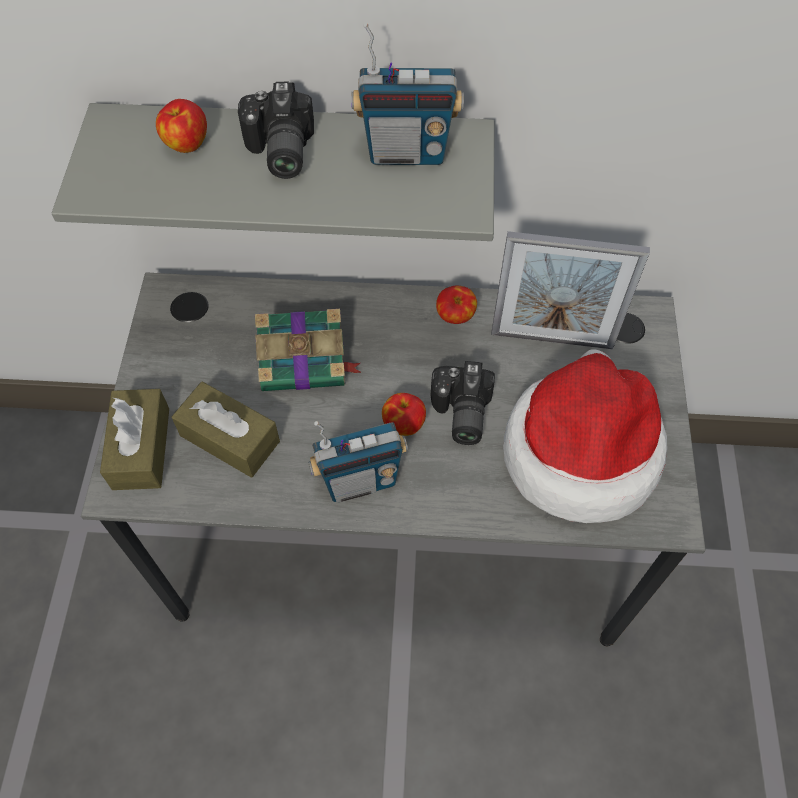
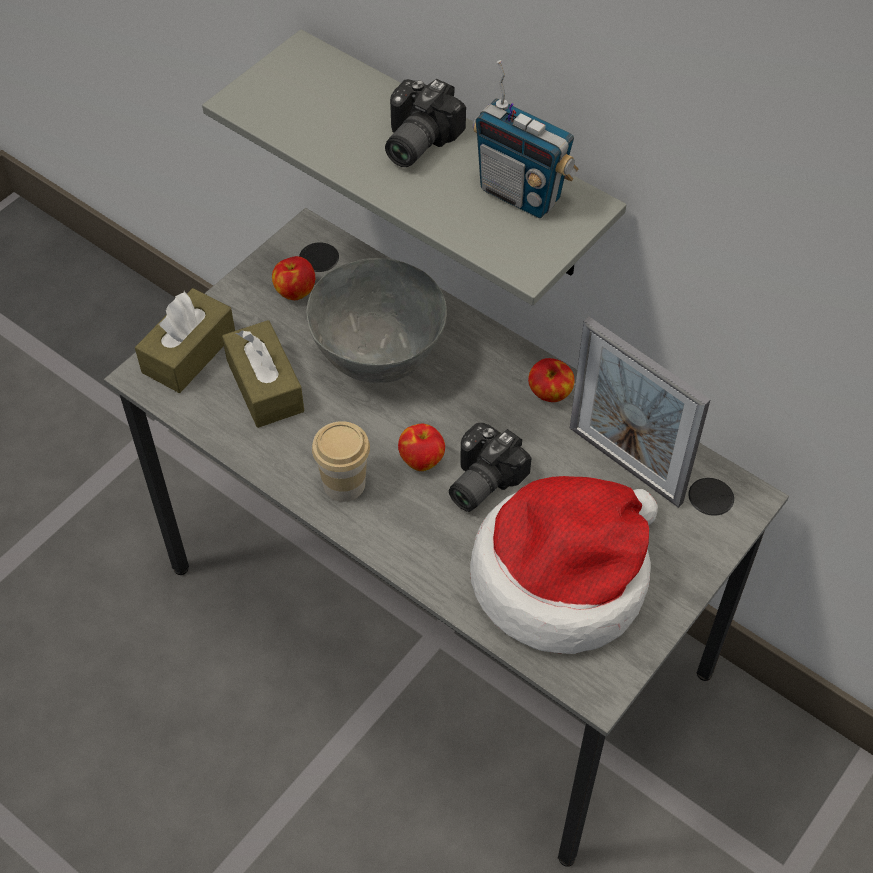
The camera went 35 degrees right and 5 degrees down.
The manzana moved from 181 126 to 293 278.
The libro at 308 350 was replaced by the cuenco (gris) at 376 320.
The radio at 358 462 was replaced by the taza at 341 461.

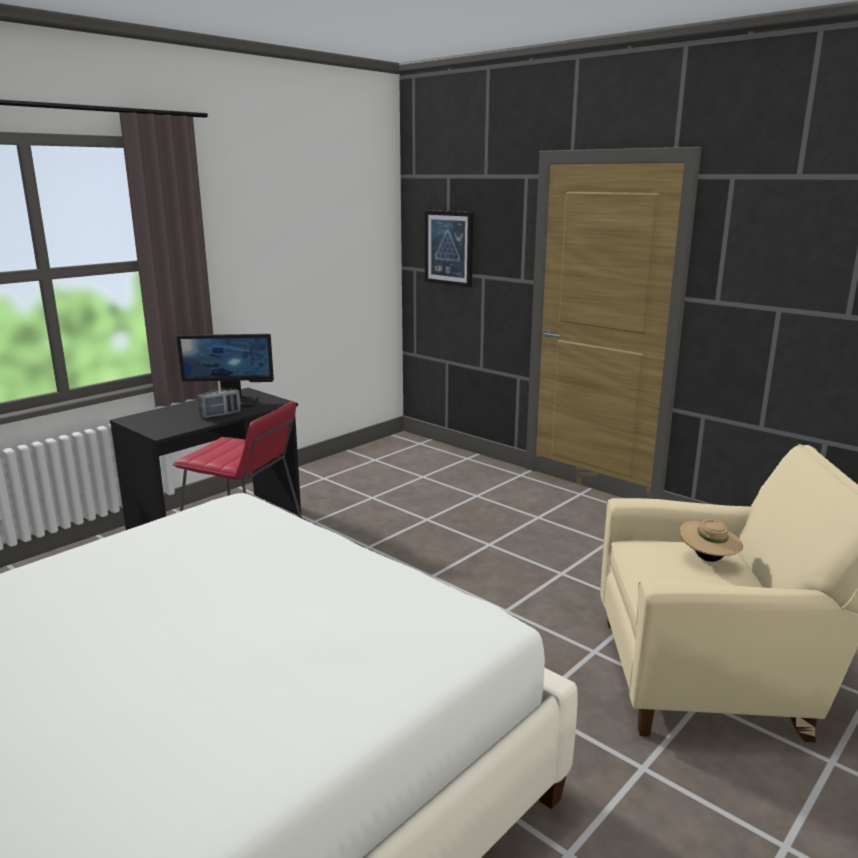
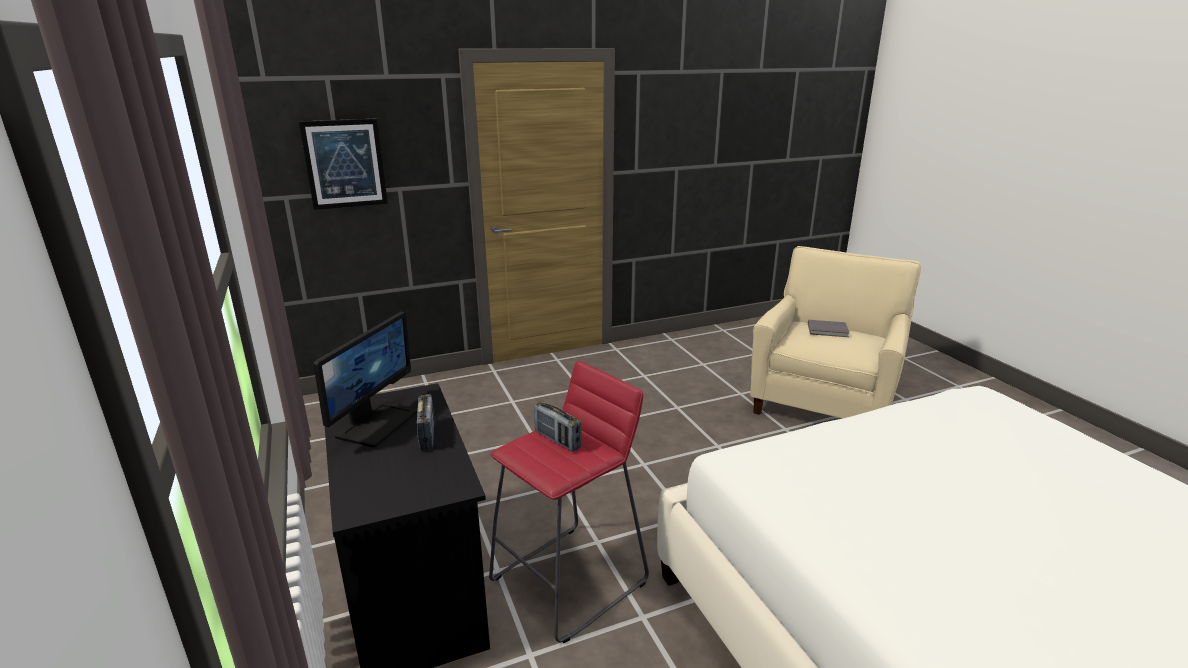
The camera went 65 degrees left and 5 degrees up.
The radio at 558 426 appeared.
The sombrero (beis) at 711 540 was replaced by the libro (gris) at 828 328.

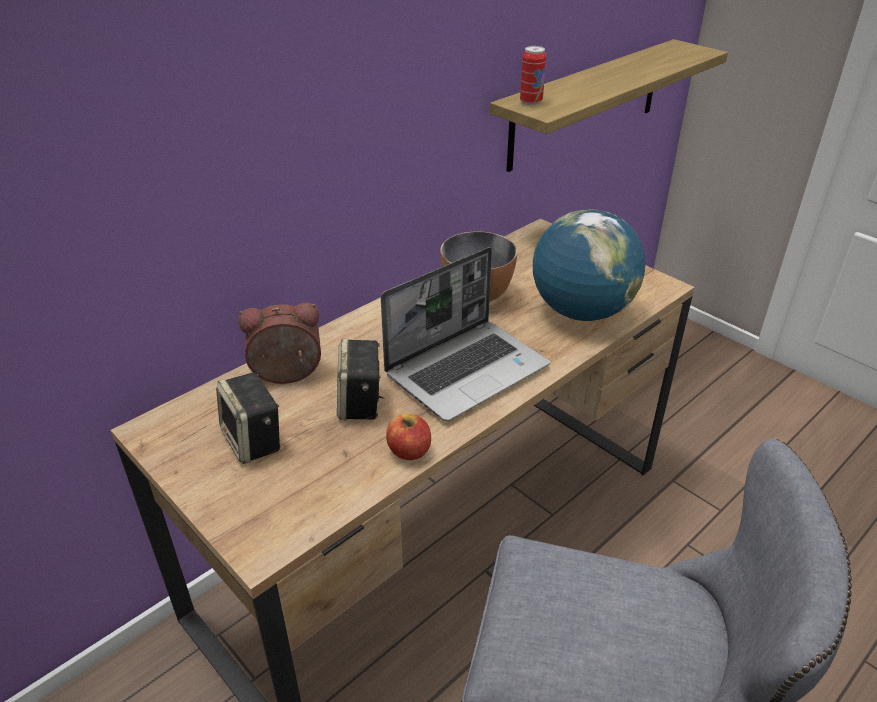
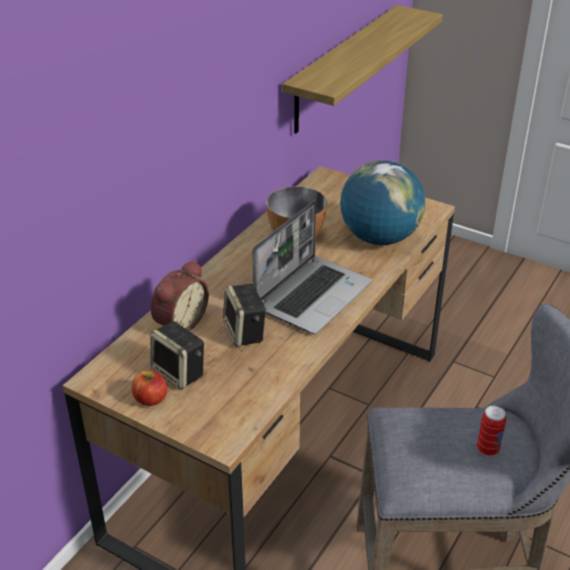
The camera went 15 degrees left and 0 degrees up.
The manzana moved from 408 437 to 149 388.
The despertador at 279 343 turned 150 degrees clockwise.
The lata moved from 533 75 to 491 431.

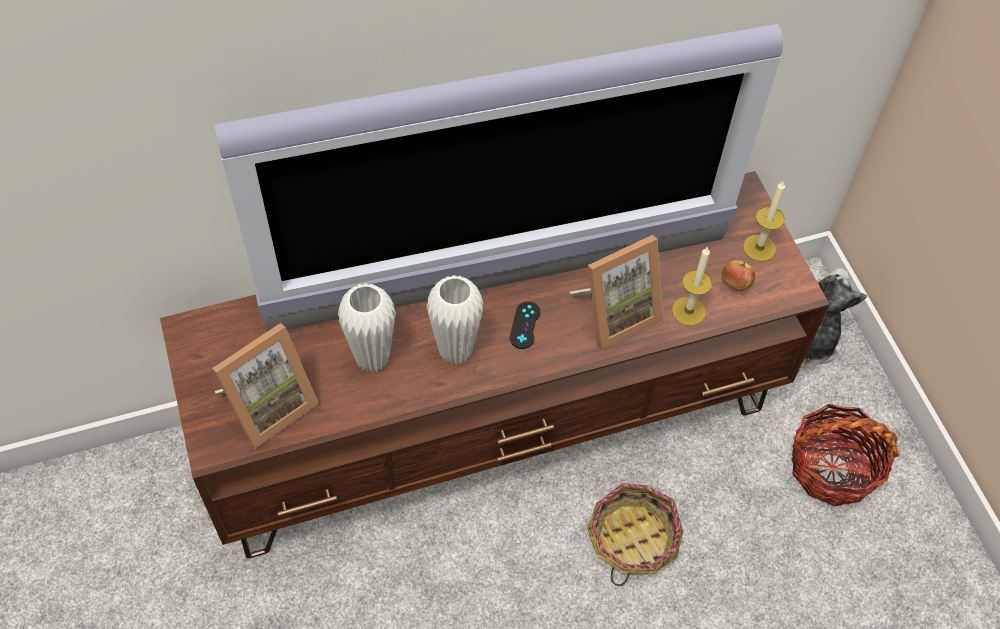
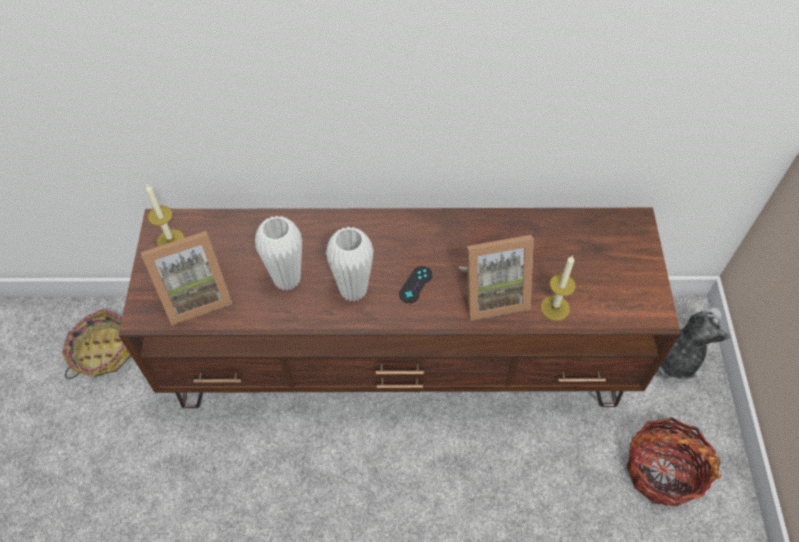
The camera went 20 degrees right and 0 degrees up.
The cesta moved from 635 534 to 96 343.
The vela moved from 764 221 to 165 216.
The televisor at 498 178 disappeared.
The manzana at 738 275 disappeared.

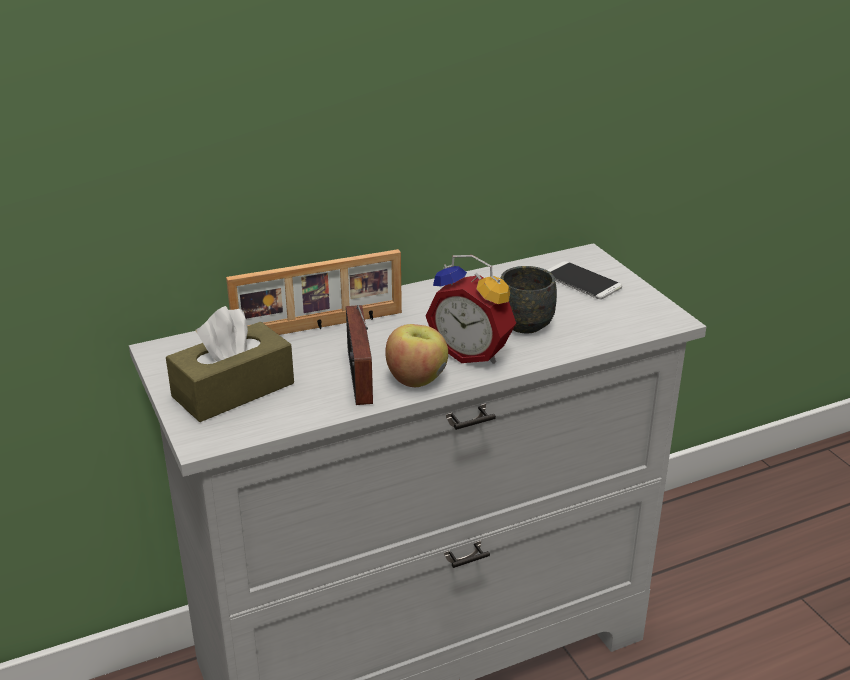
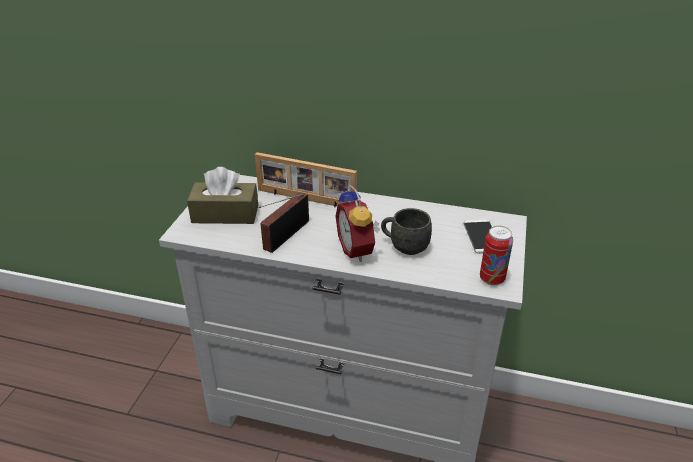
The camera went 40 degrees right and 5 degrees up.
The lata at 496 255 appeared.
The manzana at 416 355 disappeared.

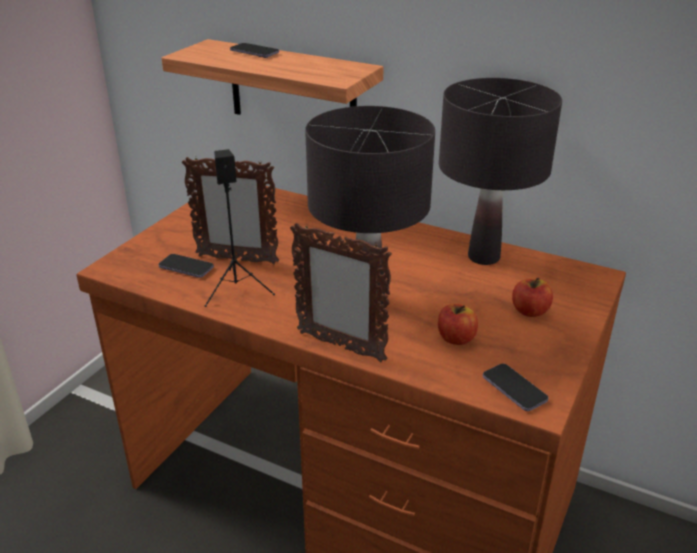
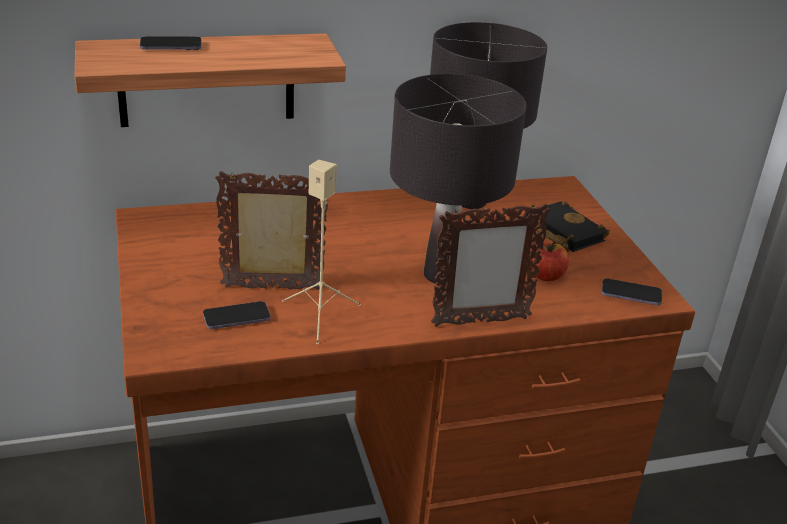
The camera went 45 degrees left and 0 degrees up.
The portarretratos at 230 210 turned 150 degrees counterclockwise.
The altavoz (negro) at 240 228 became the altavoz (beis) at 321 252.
The manzana at 532 297 was replaced by the libro (negro) at 569 226.

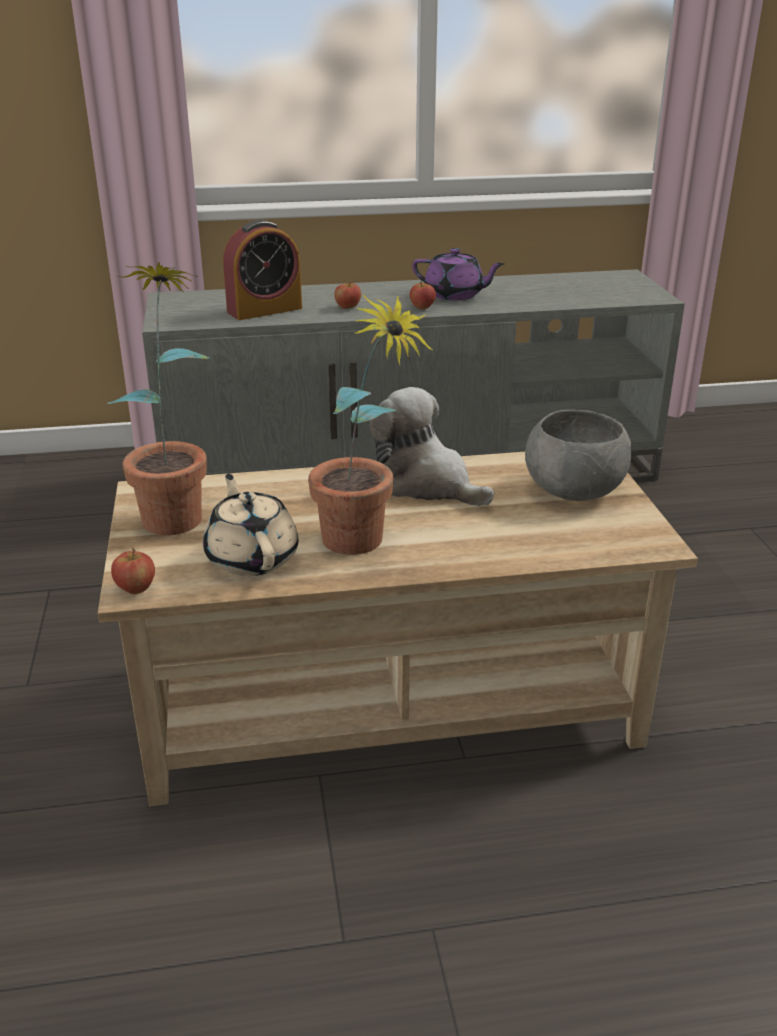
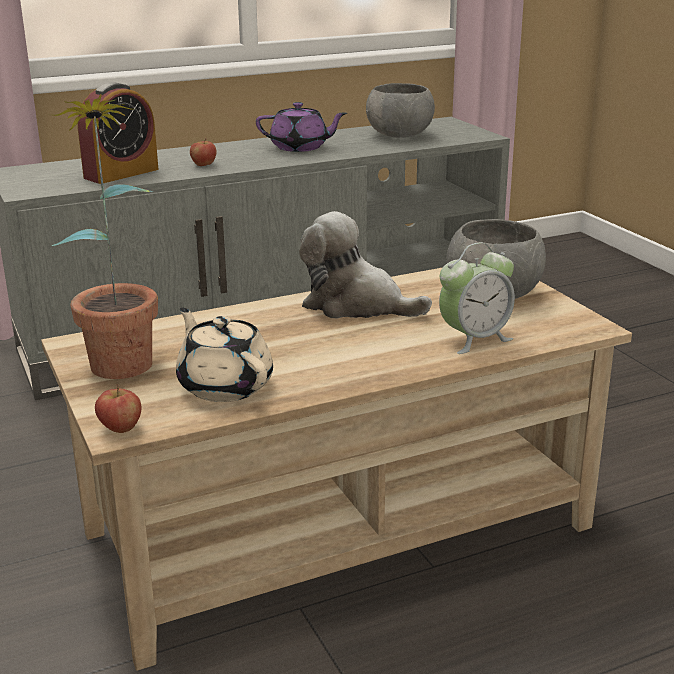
The camera went 15 degrees left and 5 degrees down.
The cuenco (gris) at 400 110 appeared.
The despertador at 477 298 appeared.
The planta en maceta at 370 424 disappeared.
The manzana at 423 295 disappeared.

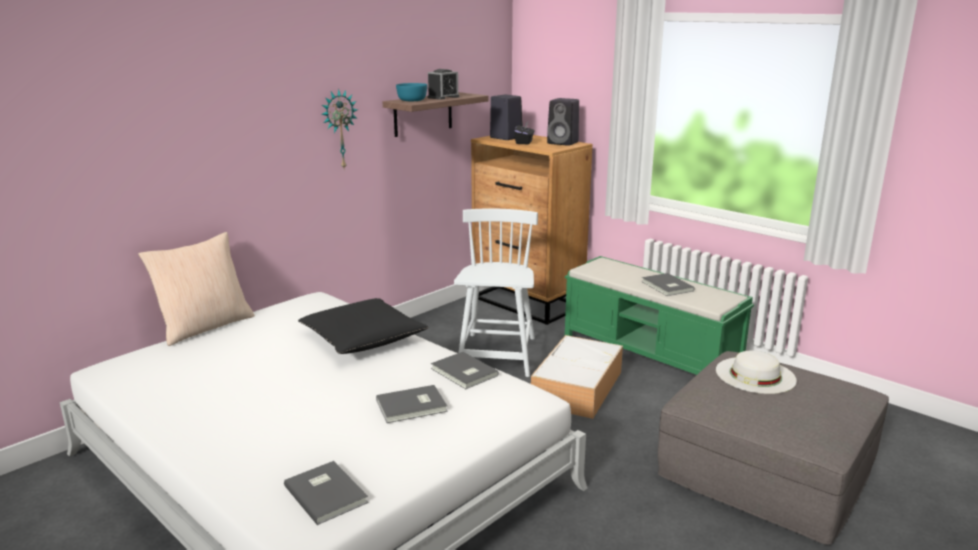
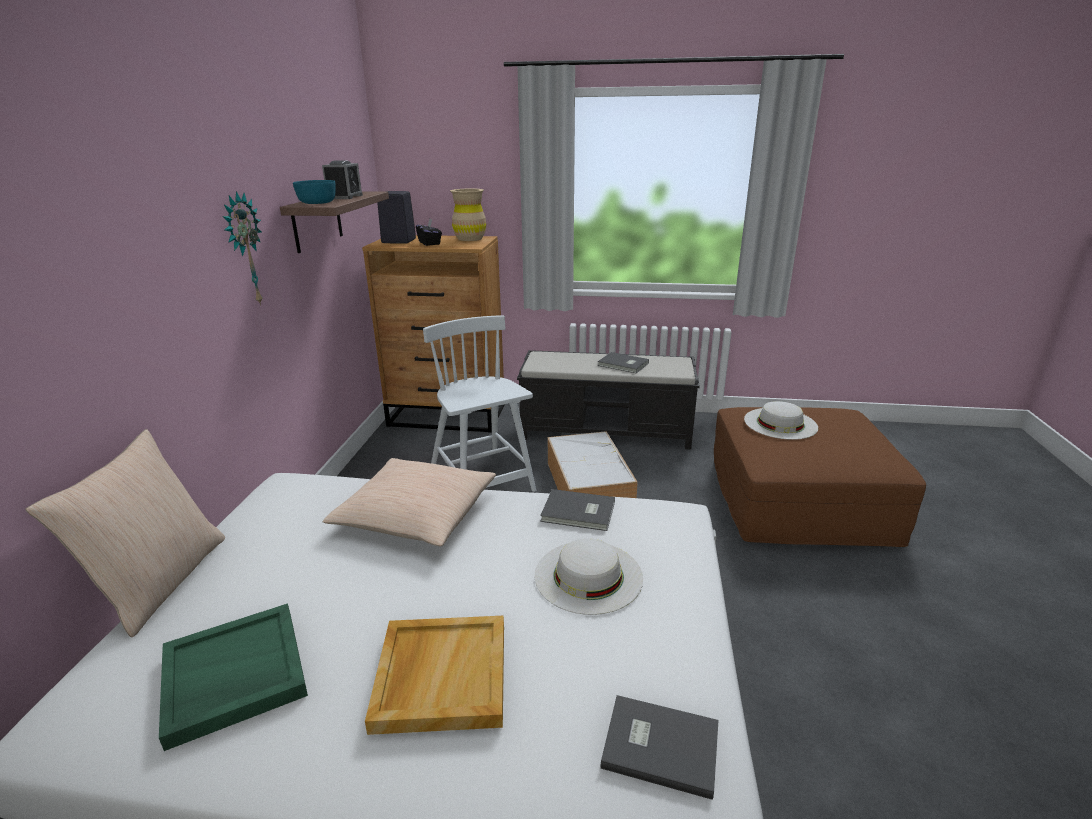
The camera went 35 degrees left and 5 degrees up.
The bandeja (verde) at 233 677 appeared.
The cojín (negro) at 363 326 became the cojín (beis) at 409 502.
The bandeja (beis) at 434 675 appeared.
The altavoz (negro) at 563 122 was replaced by the florero (beis) at 468 215.
The banco (verde) at 659 315 became the banco (negro) at 608 400.
The libro (gris) at 412 404 was replaced by the sombrero (blanco) at 588 576.
The puf (gris) at 773 448 became the puf (marrón) at 820 477.

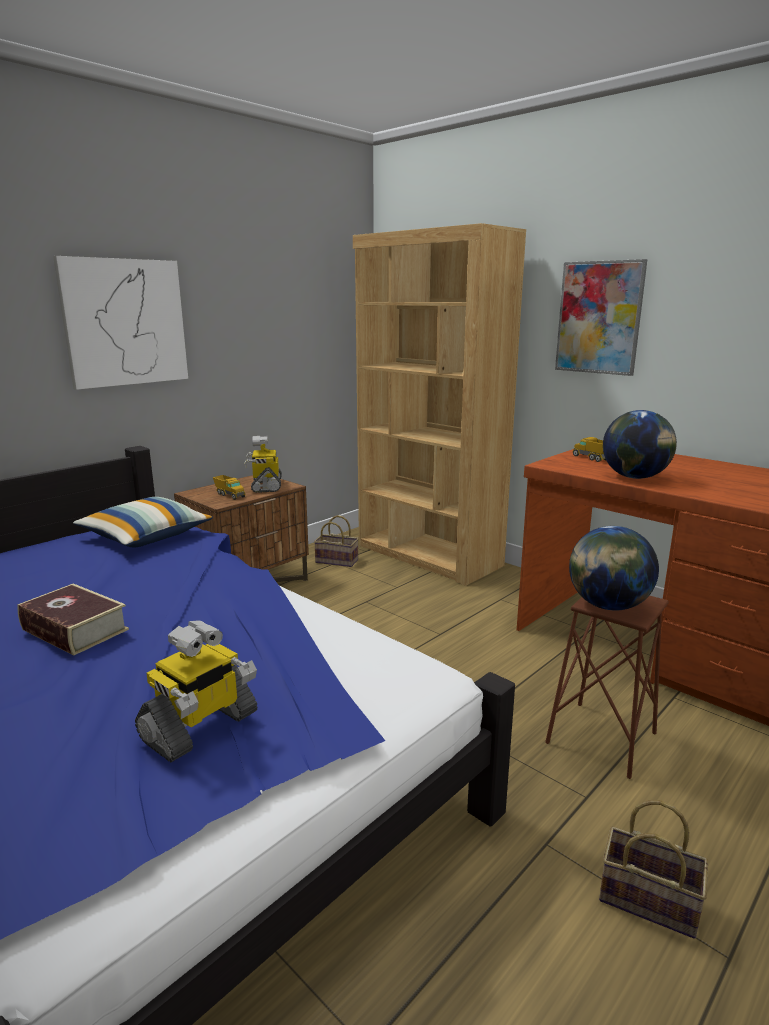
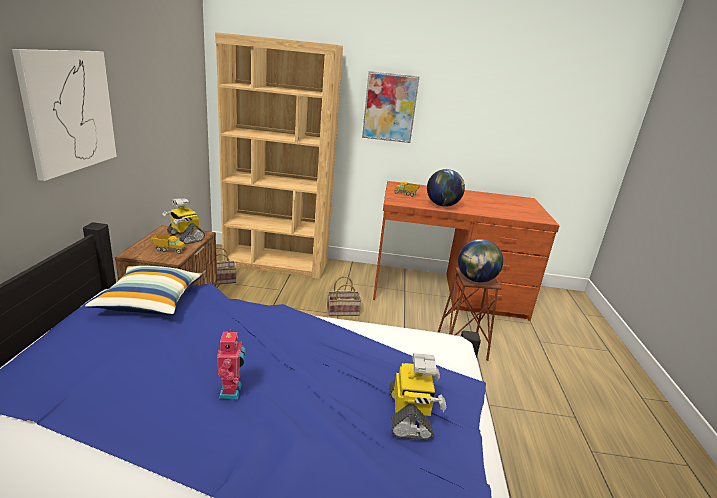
The camera went 40 degrees left and 5 degrees up.
The libro at 73 619 was replaced by the robot de juguete at 231 364.
The cesta moved from 653 869 to 344 296.

